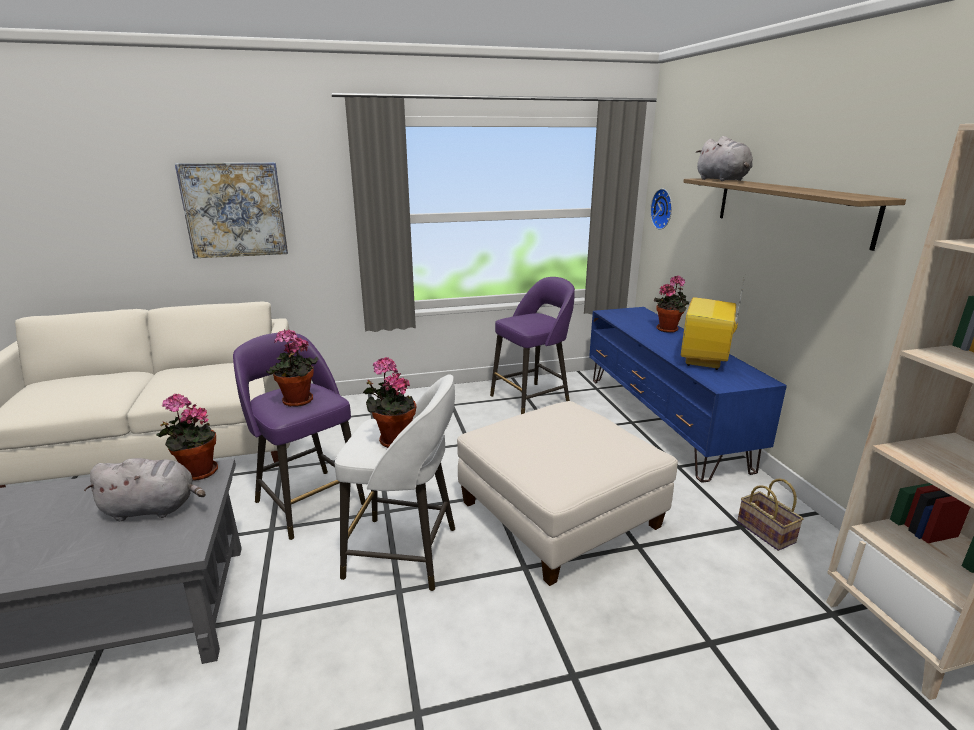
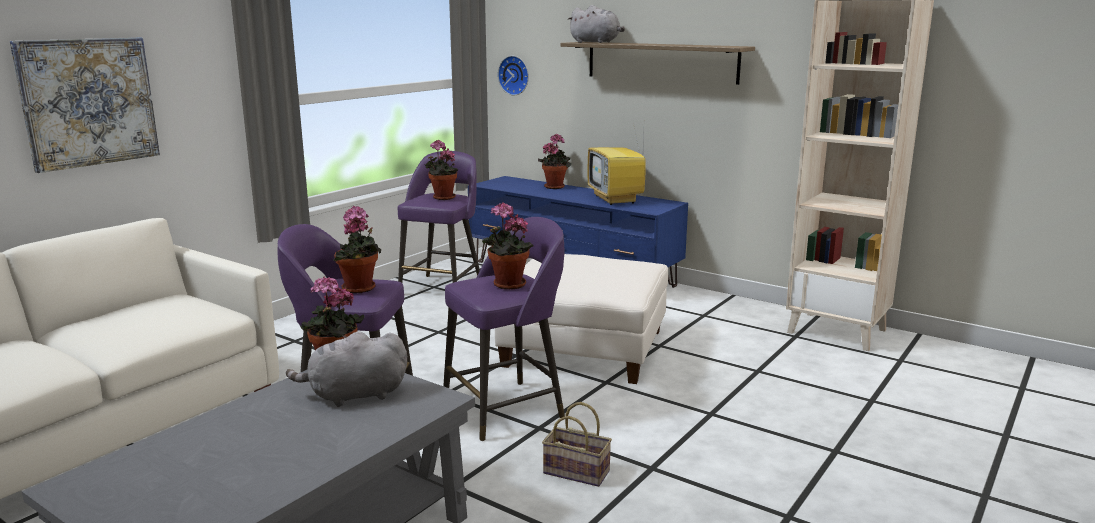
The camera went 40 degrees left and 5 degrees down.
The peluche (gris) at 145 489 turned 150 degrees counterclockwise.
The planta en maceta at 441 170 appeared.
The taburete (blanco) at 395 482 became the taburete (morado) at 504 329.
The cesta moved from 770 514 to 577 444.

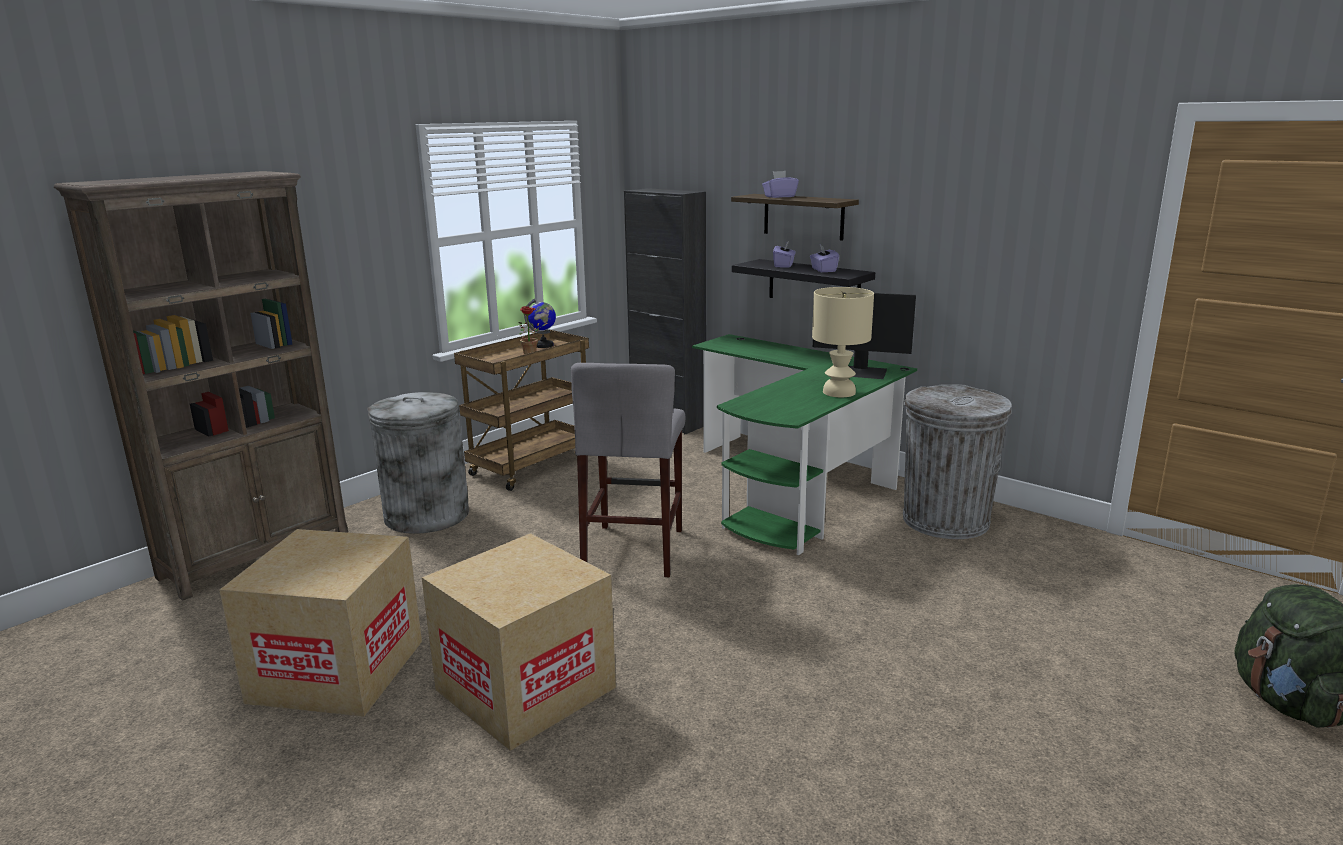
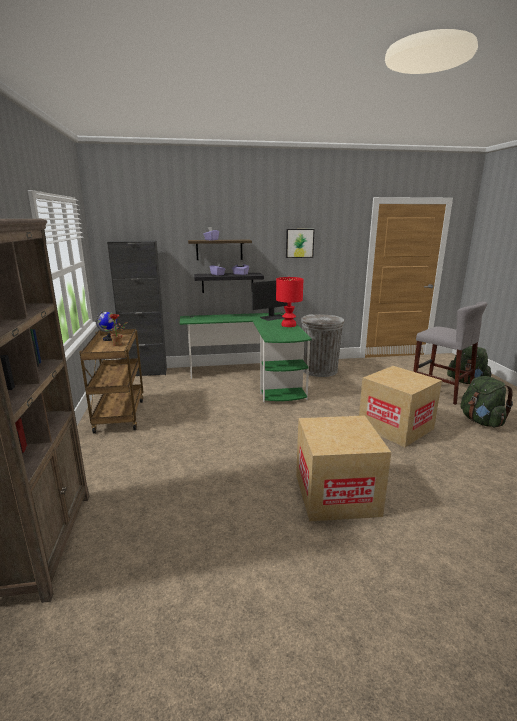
The camera went 50 degrees left and 0 degrees up.
The lámpara de mesa (beis) at 843 342 became the lámpara de mesa (rojo) at 289 302.
The cuadro at 300 243 appeared.
The caja de cartón moved from 320 623 to 400 406.
The taburete (gris) moved from 628 470 to 450 353.
The mochila (verde) at 486 401 appeared.
The papelera (gris) at 418 463 disappeared.

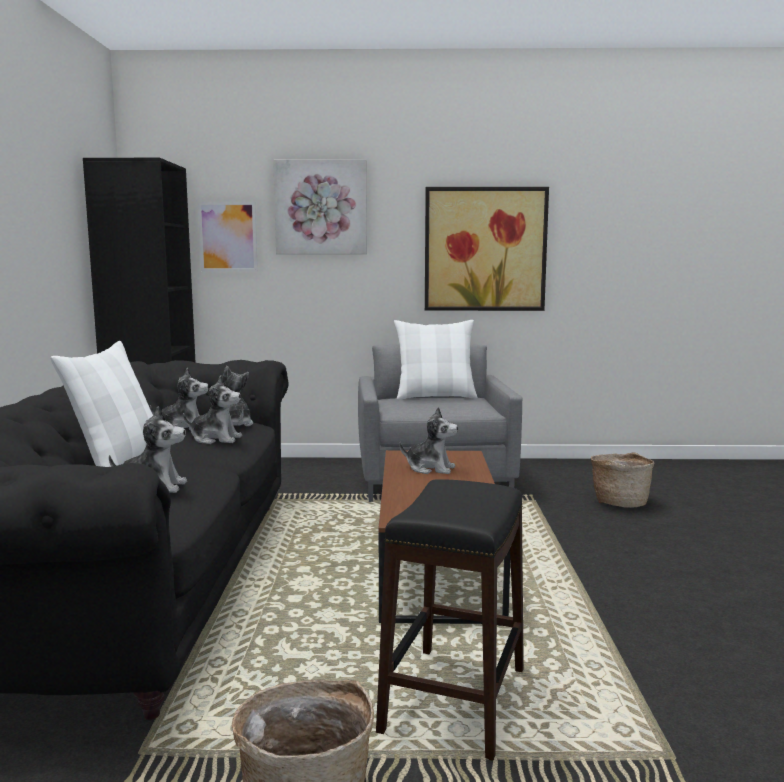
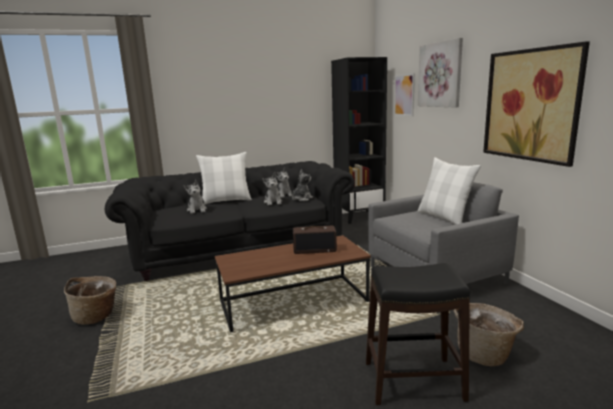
The camera went 70 degrees right and 5 degrees up.
The peluche at 428 440 was replaced by the radio at 315 240.
The taburete (negro) moved from 450 620 to 418 334.

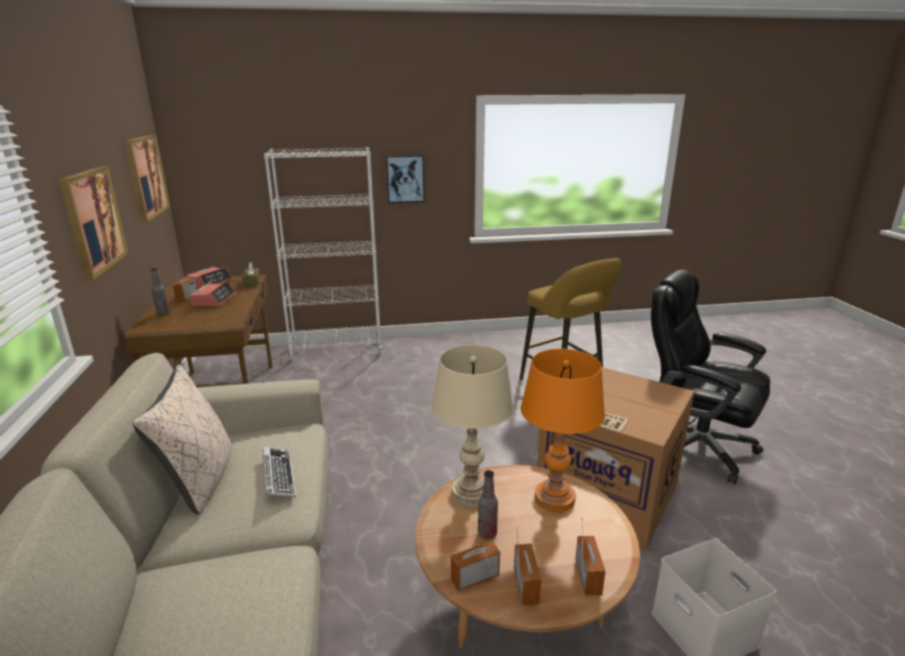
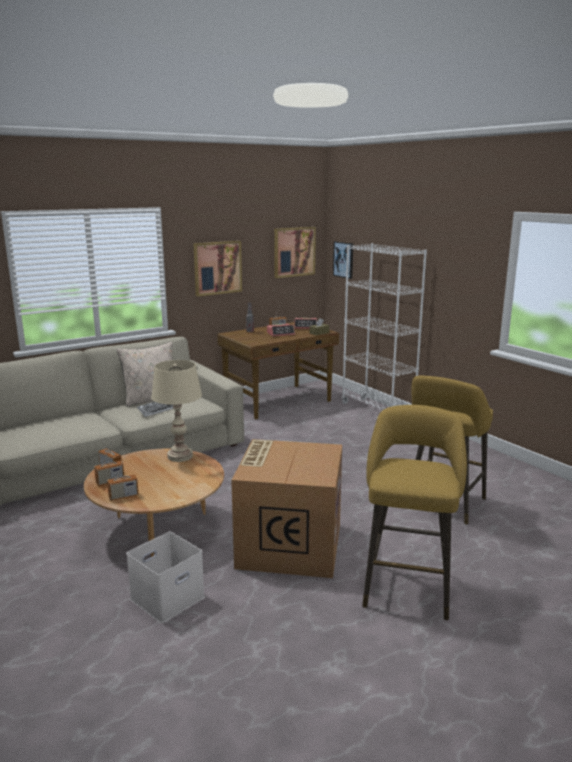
The camera went 65 degrees right and 5 degrees down.
The cuadro moved from 405 179 to 343 260.
The silla de oficina (negro) at 710 376 was replaced by the taburete (amarillo) at 414 512.
The botella at 488 504 disappeared.
The lámpara de mesa (naranja) at 563 431 disappeared.

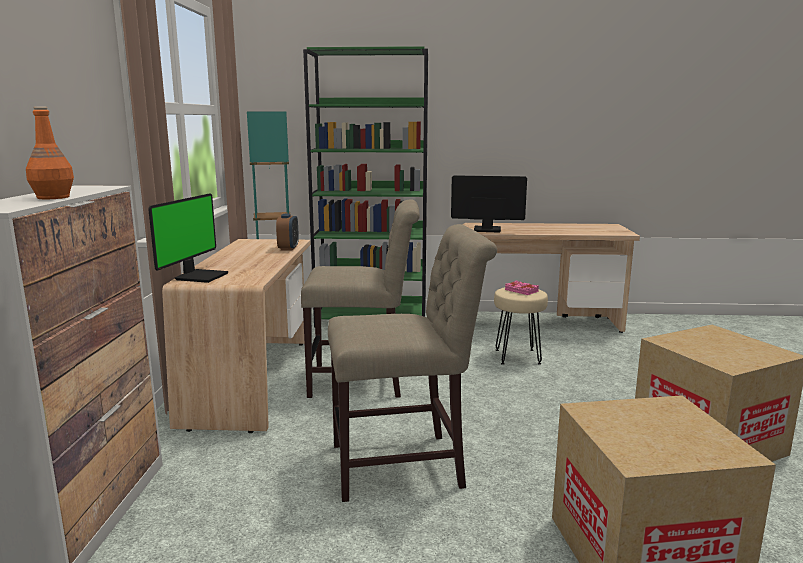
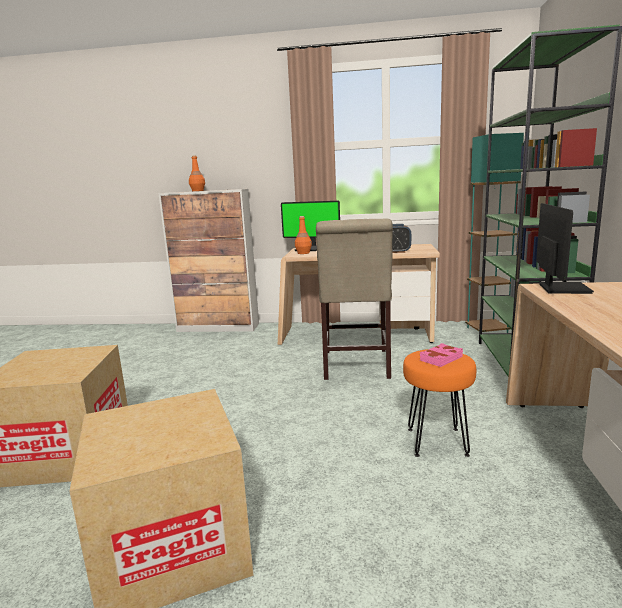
The camera went 95 degrees right and 0 degrees up.
The botella (naranja) at 303 235 appeared.
The taburete (beis) at 521 326 became the taburete (naranja) at 439 403.
The silla (beis) at 412 363 disappeared.

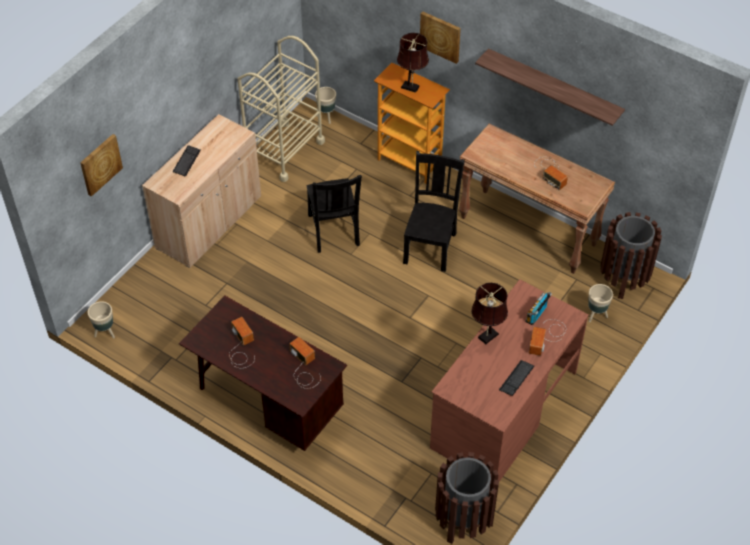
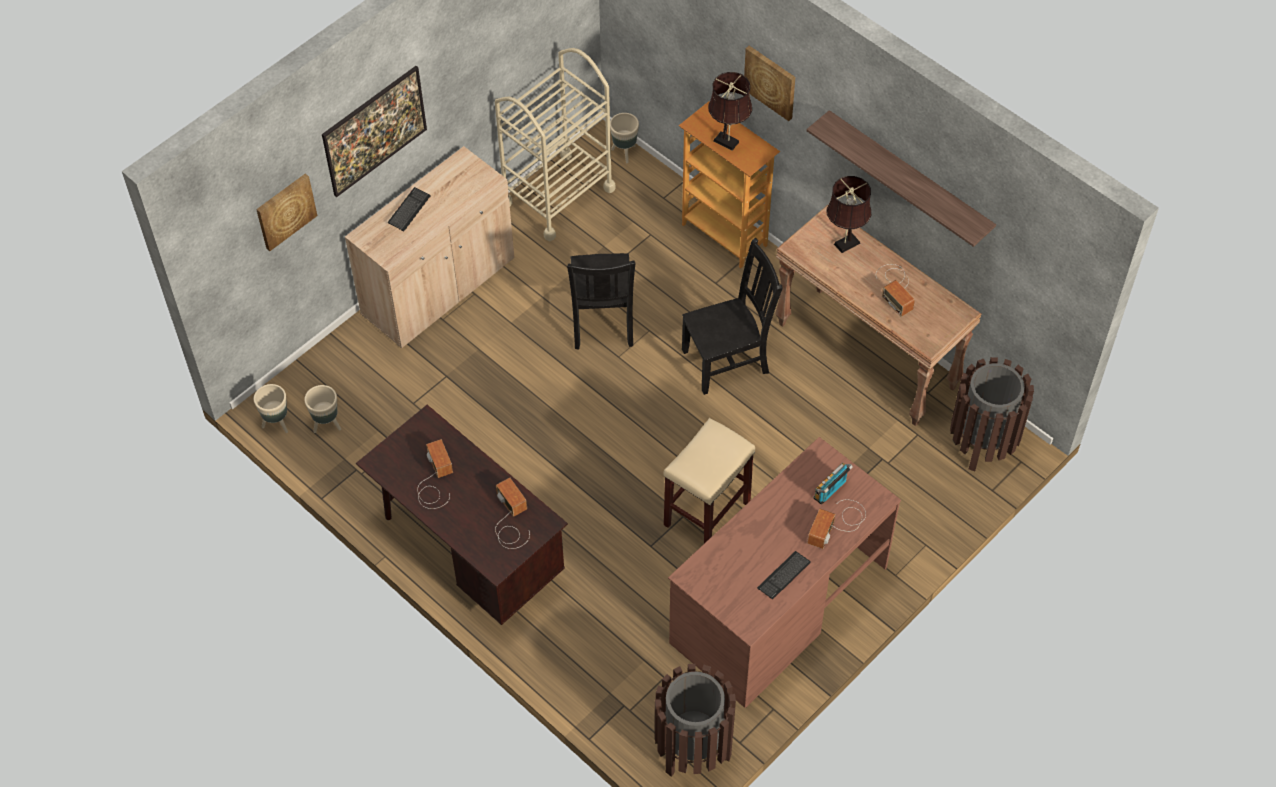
The camera went 10 degrees right and 5 degrees up.
The maceta (beis) moved from 600 303 to 322 409.
The cuadro at 374 131 appeared.
The taburete (beis) at 709 480 appeared.
The silla (negro) at 434 211 turned 45 degrees clockwise.
The lámpara de mesa (marrón) moved from 489 313 to 849 214.

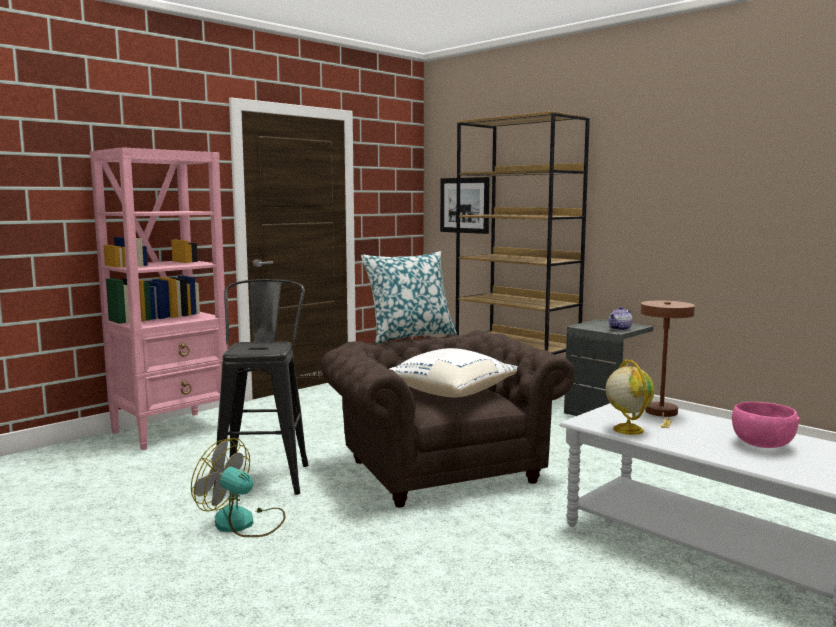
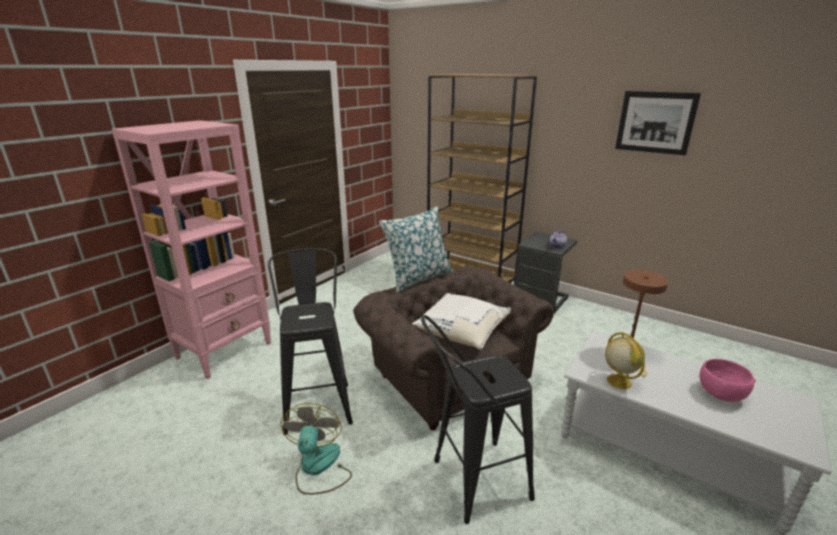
The camera went 10 degrees left and 15 degrees up.
The ventilador at 238 487 turned 75 degrees clockwise.
The taburete (negro) at 478 419 appeared.
The cuadro moved from 465 205 to 658 123.

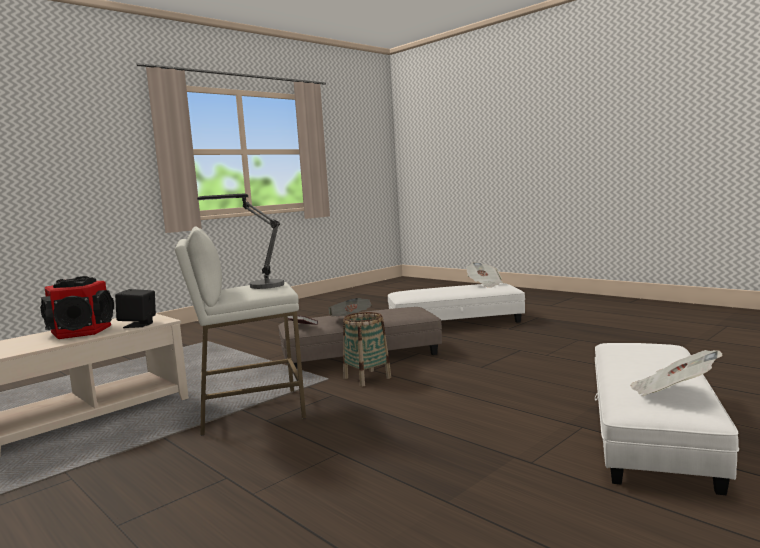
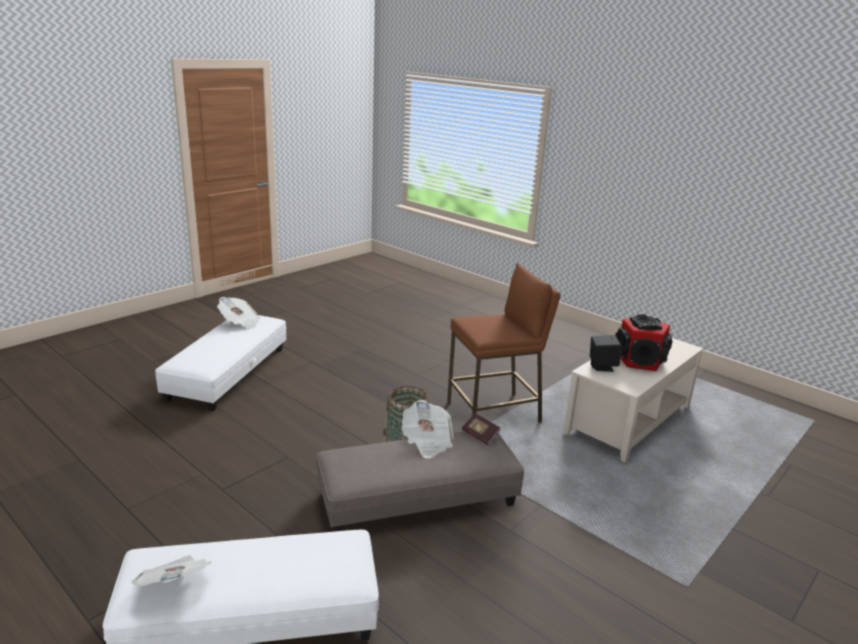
The camera went 175 degrees right and 15 degrees up.
The taburete (blanco) at 240 331 became the taburete (marrón) at 504 343.
The lámpara de mesa at 240 241 disappeared.

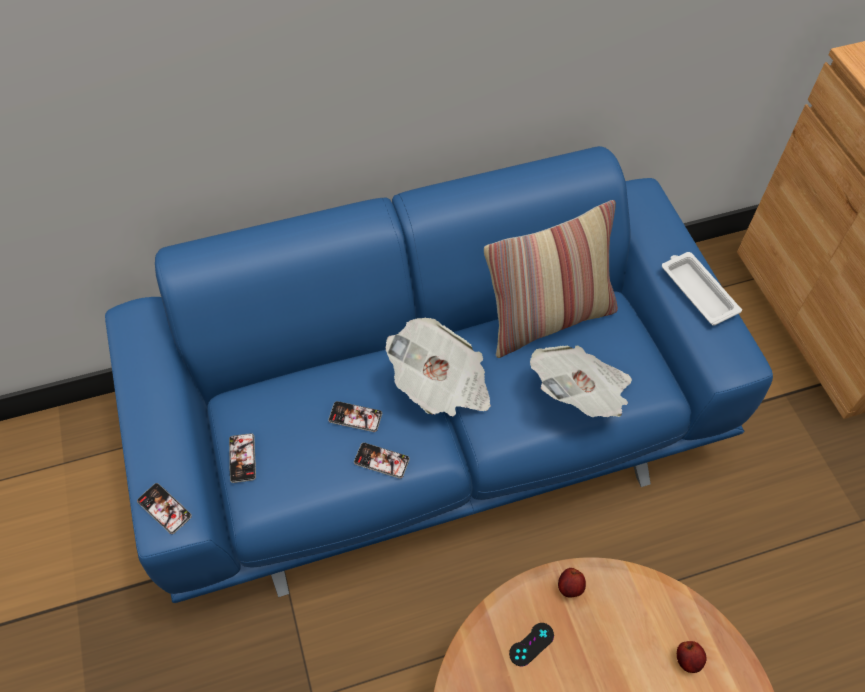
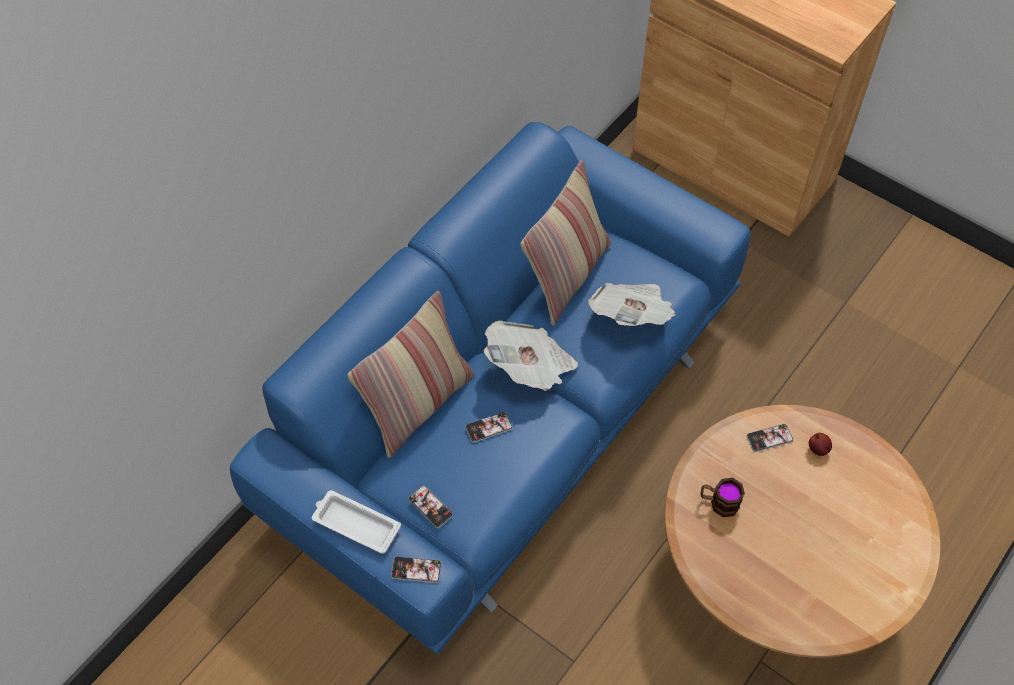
The camera went 35 degrees left and 0 degrees up.
The bandeja (blanco) moved from 702 289 to 356 522.
The cojín at 410 374 appeared.
The mando de consola (negro) at 531 644 was replaced by the taza grande at 722 497.
The móvil moved from 382 461 to 770 438.
The manzana at 572 583 disappeared.

